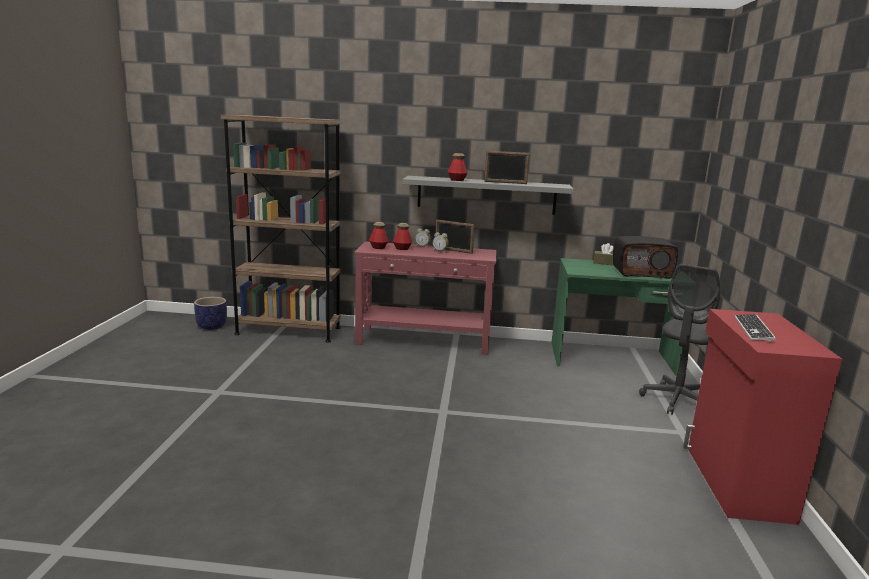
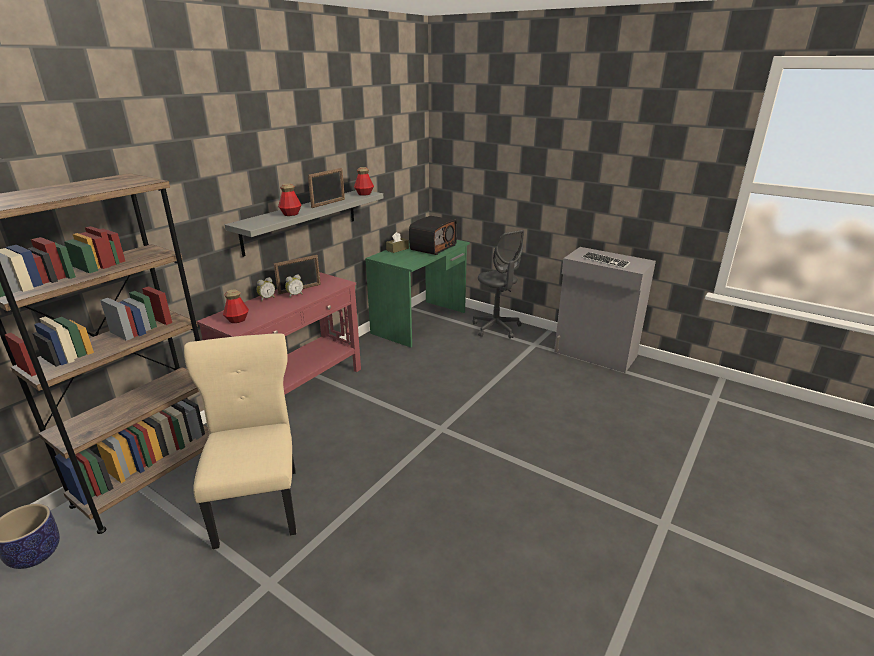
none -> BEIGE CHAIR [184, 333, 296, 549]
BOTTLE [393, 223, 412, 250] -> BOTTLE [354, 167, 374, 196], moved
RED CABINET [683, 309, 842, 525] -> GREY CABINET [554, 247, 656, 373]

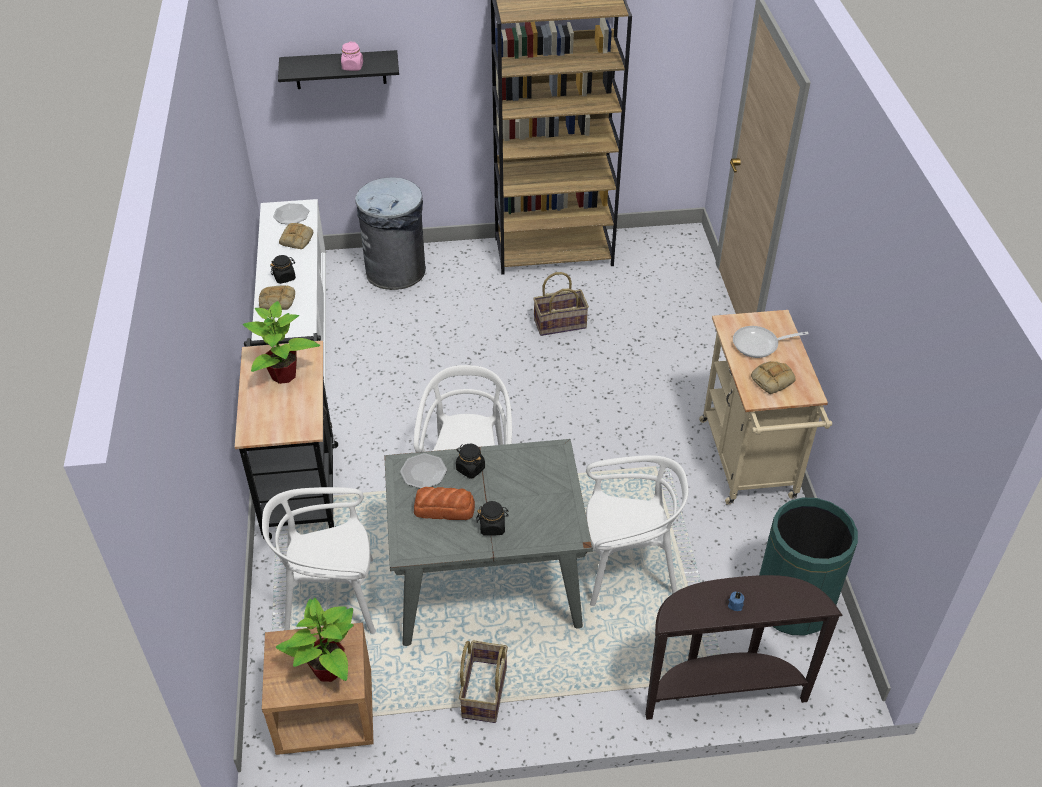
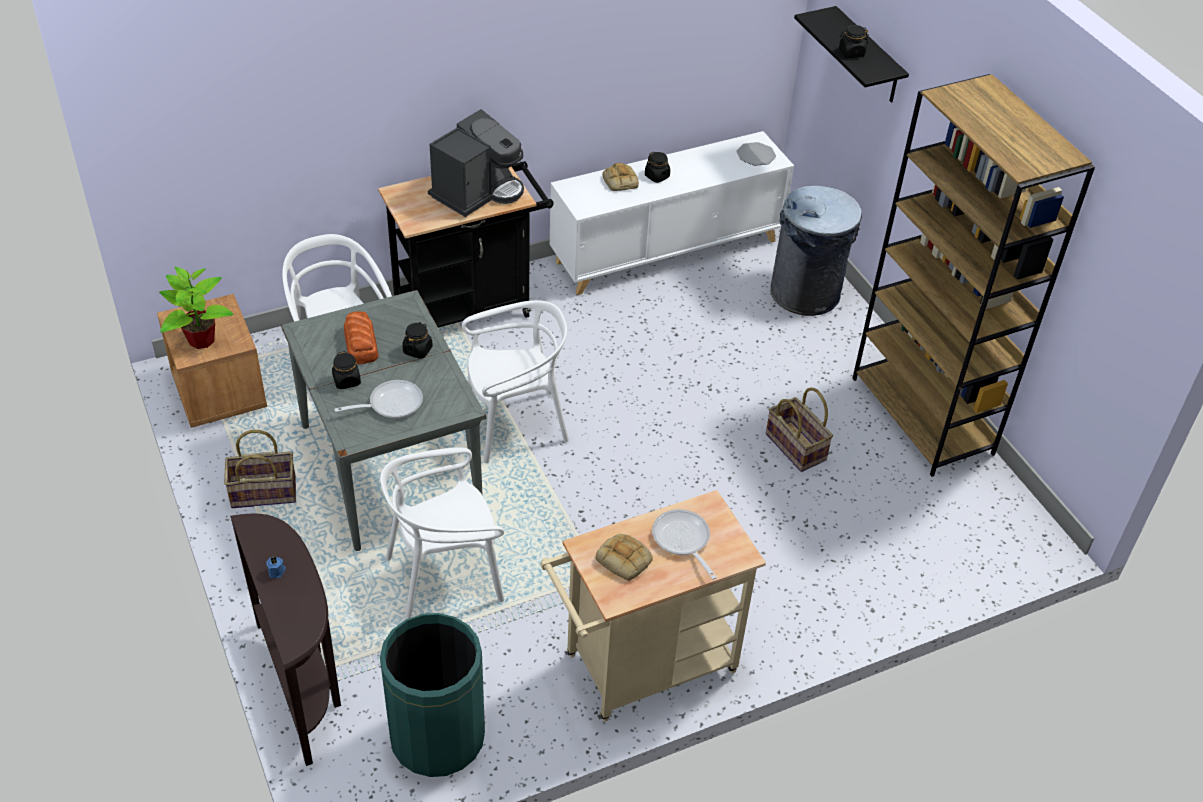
none -> FRYING PAN [335, 380, 423, 419]
WHITE CHAIR [586, 455, 688, 606] -> WHITE CHAIR [380, 447, 504, 619], 90 degrees clockwise
POTTED PLANT [243, 301, 320, 384] -> COFFEE MACHINE [428, 109, 524, 217]
PINK JAR [341, 42, 363, 71] -> BLACK JAR [839, 25, 869, 58]
BREAD [279, 223, 313, 249] -> none
PLATE [400, 453, 447, 488] -> none

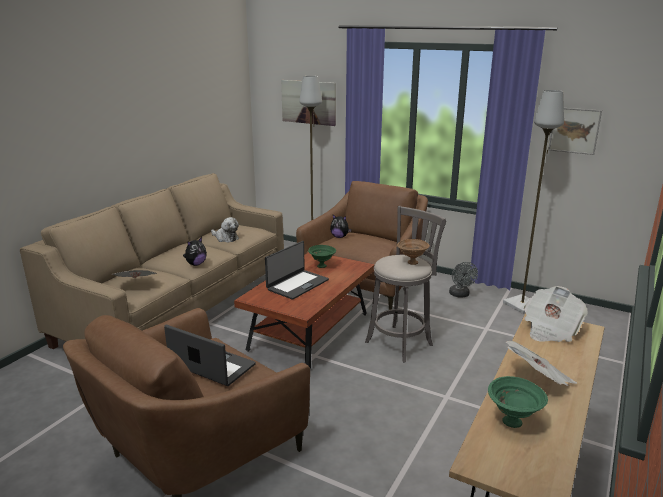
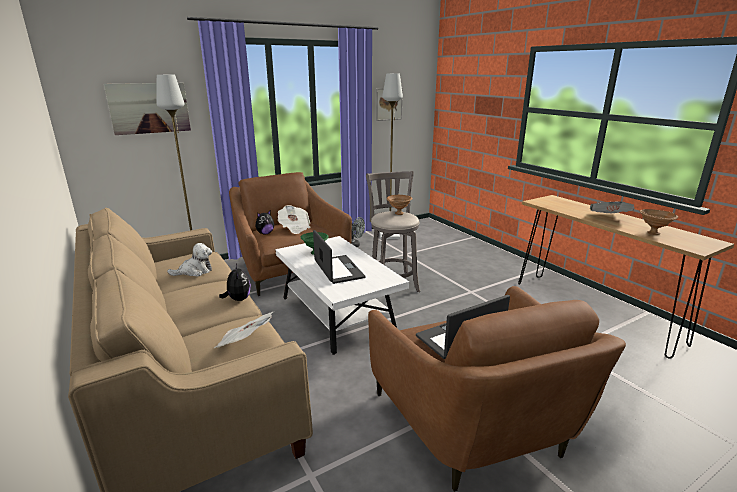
BROWN COFFEE TABLE [234, 252, 375, 369] -> WHITE COFFEE TABLE [275, 236, 409, 355]
NEWSPAPER [524, 286, 588, 342] -> NEWSPAPER [278, 205, 311, 234], moved
GREEN BOWL [488, 376, 548, 428] -> BROWN BOWL [639, 209, 678, 235]

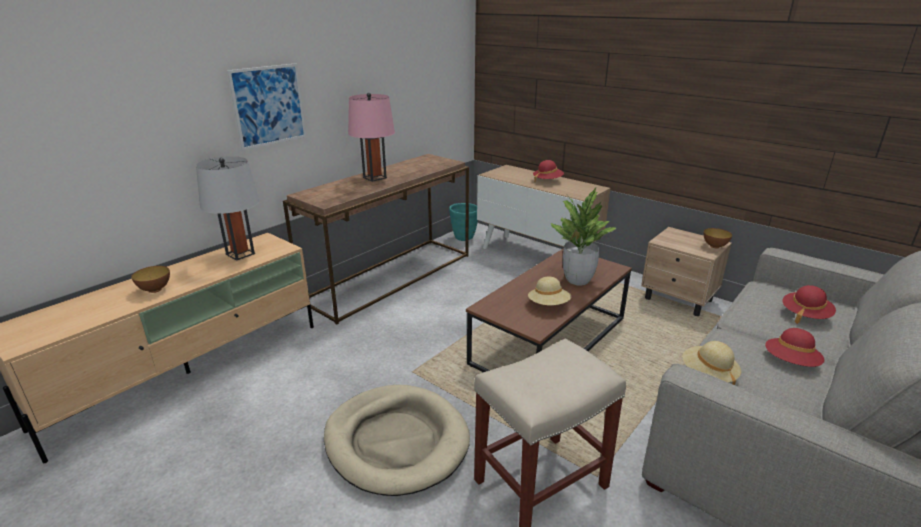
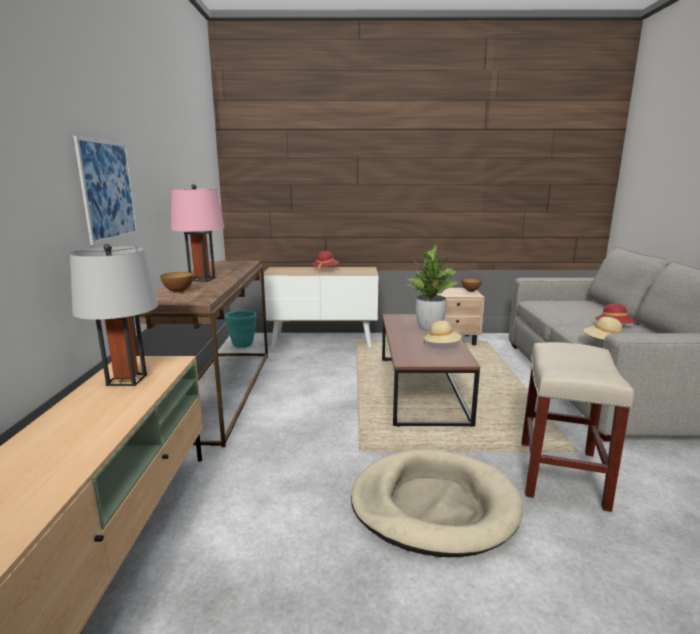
BOWL [131, 266, 170, 293] -> BOWL [160, 272, 193, 293], moved
RED HAT [782, 285, 836, 324] -> none

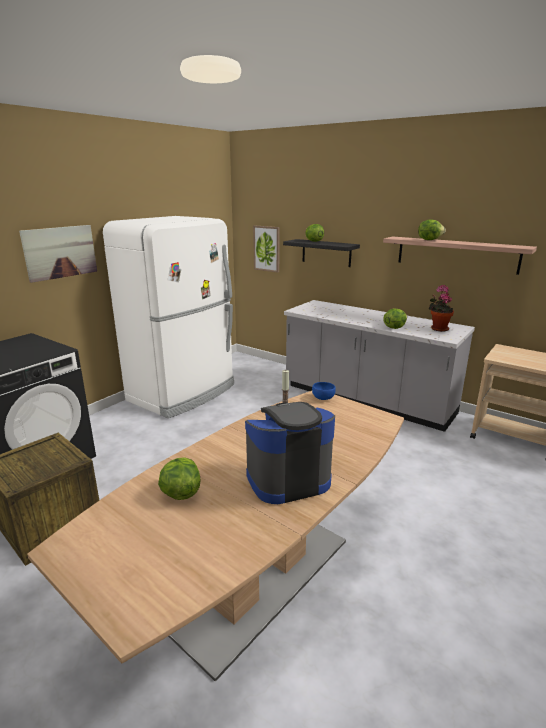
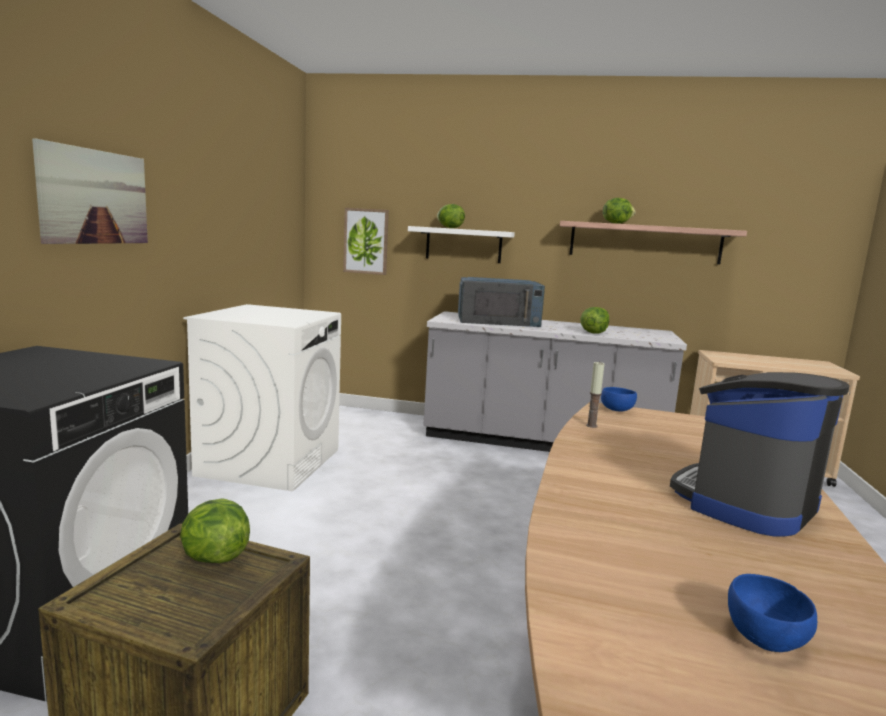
LETTUCE [158, 457, 200, 500] -> LETTUCE [180, 498, 250, 563], moved
WHITE FRIDGE [103, 216, 234, 418] -> WHITE WASHING MACHINE [183, 304, 341, 491]
BLACK SHELF [283, 239, 360, 267] -> WHITE SHELF [408, 226, 515, 263]
none -> BLUE MICROWAVE [458, 277, 545, 327]
none -> BLUE BOWL [728, 574, 817, 652]
POTTED PLANT [429, 285, 454, 332] -> none

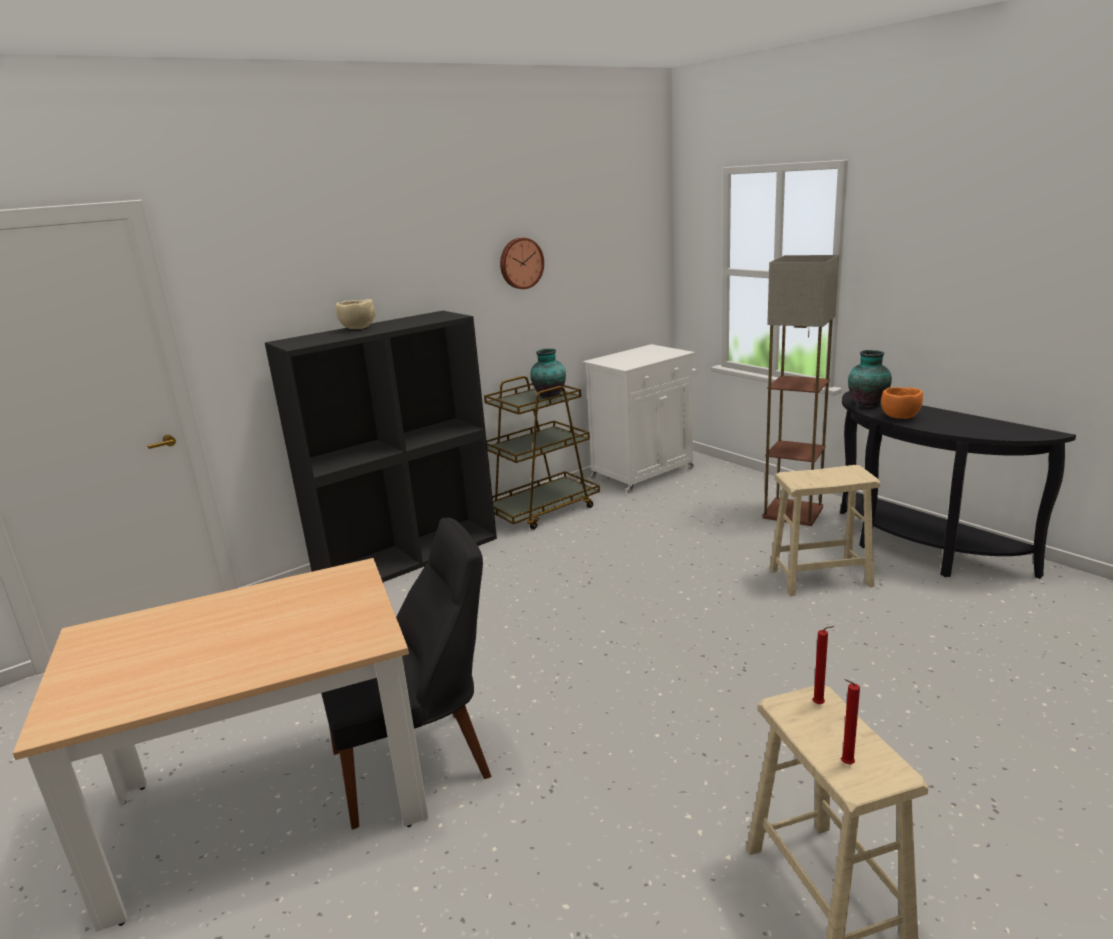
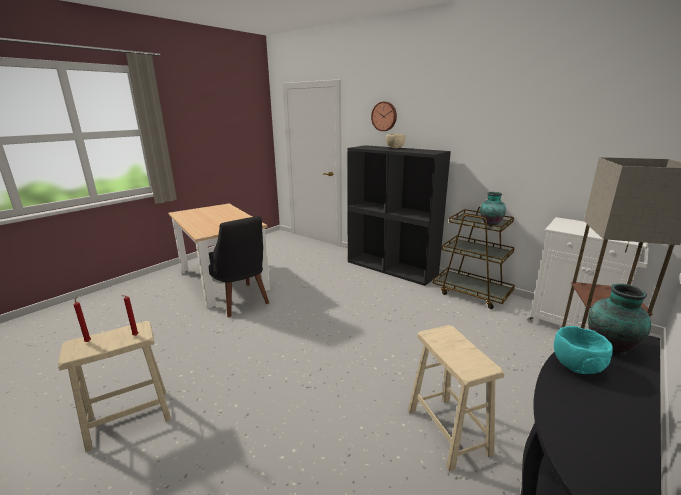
WALL CLOCK [500, 238, 544, 289] -> WALL CLOCK [371, 102, 397, 131], moved
ORANGE BOWL [881, 387, 923, 419] -> TURQUOISE BOWL [554, 326, 613, 374]

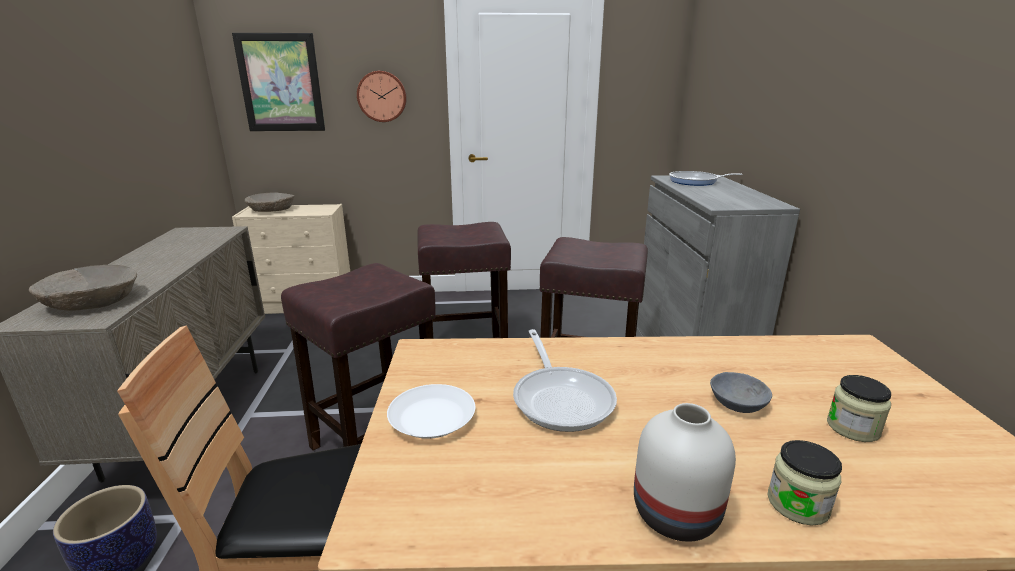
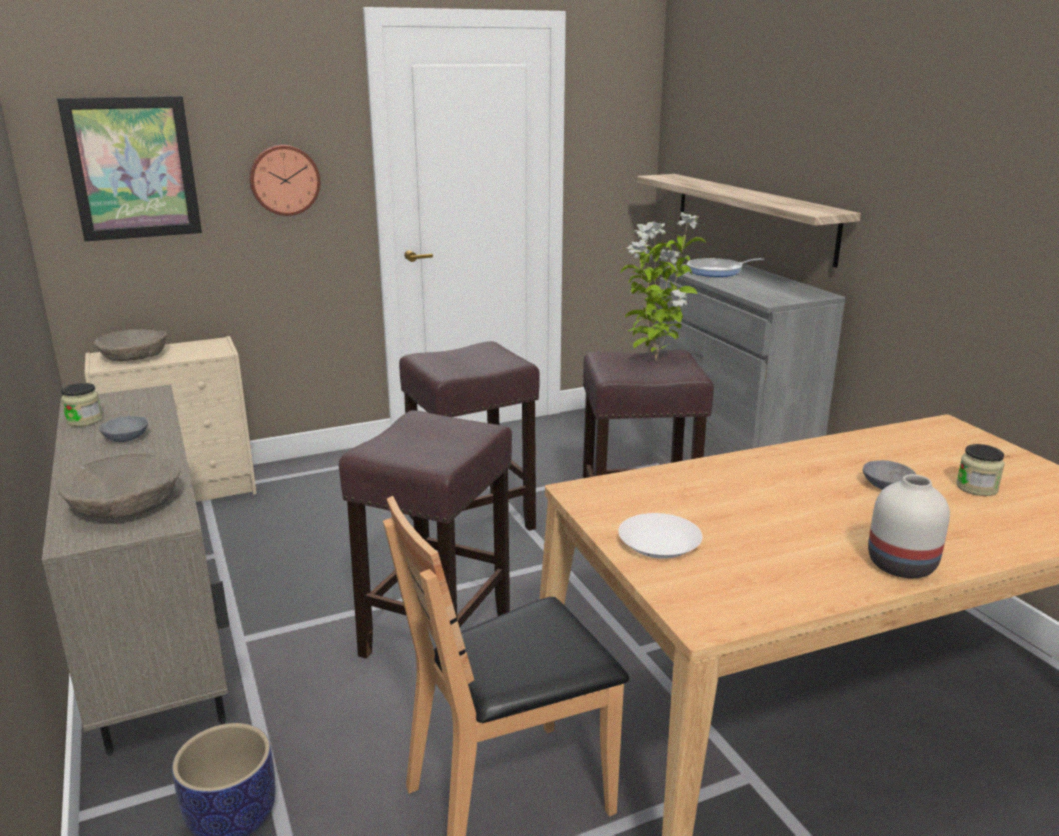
JAR [768, 440, 842, 526] -> JAR [61, 383, 103, 427], moved
none -> GREY BOWL [99, 416, 148, 442]
none -> POTTED PLANT [620, 212, 706, 361]
none -> SHELF [637, 174, 861, 268]
FRYING PAN [513, 329, 617, 432] -> none

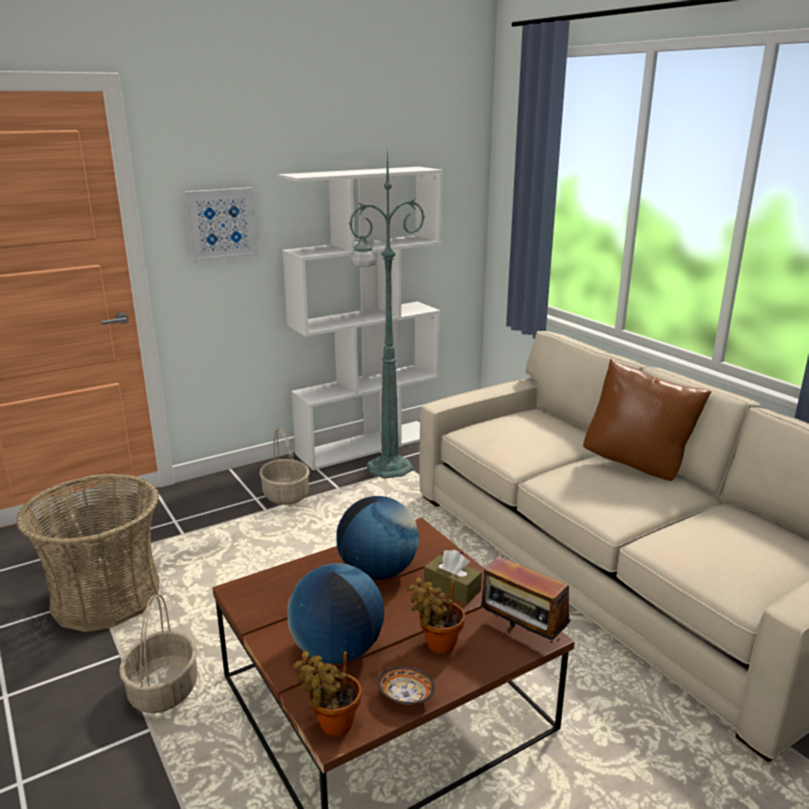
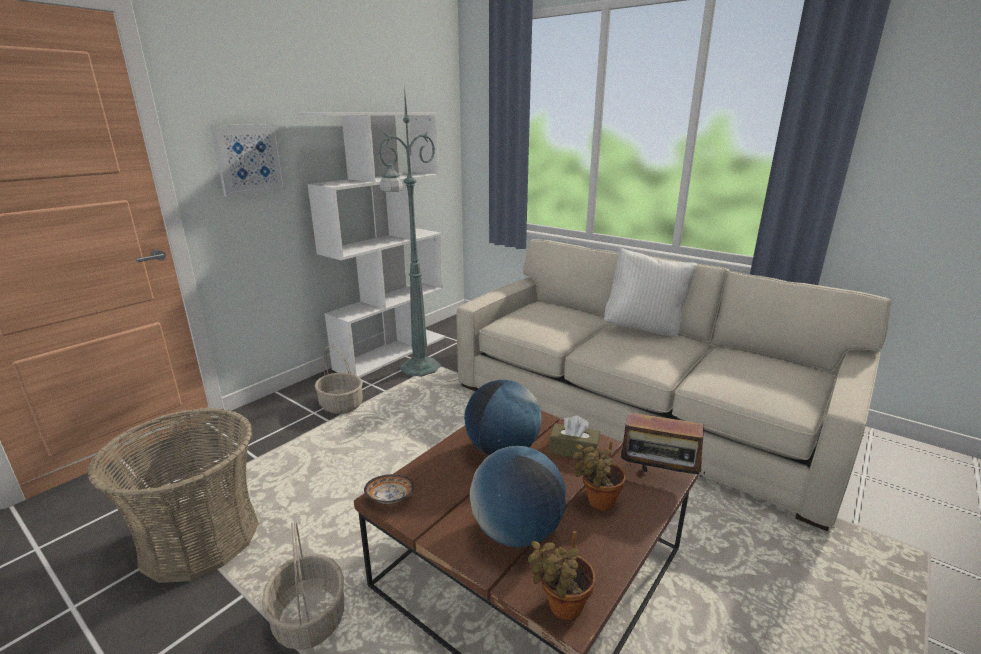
BOWL [377, 666, 435, 705] -> BOWL [364, 474, 414, 504], moved
BROWN PILLOW [583, 359, 711, 481] -> WHITE PILLOW [604, 247, 697, 337]

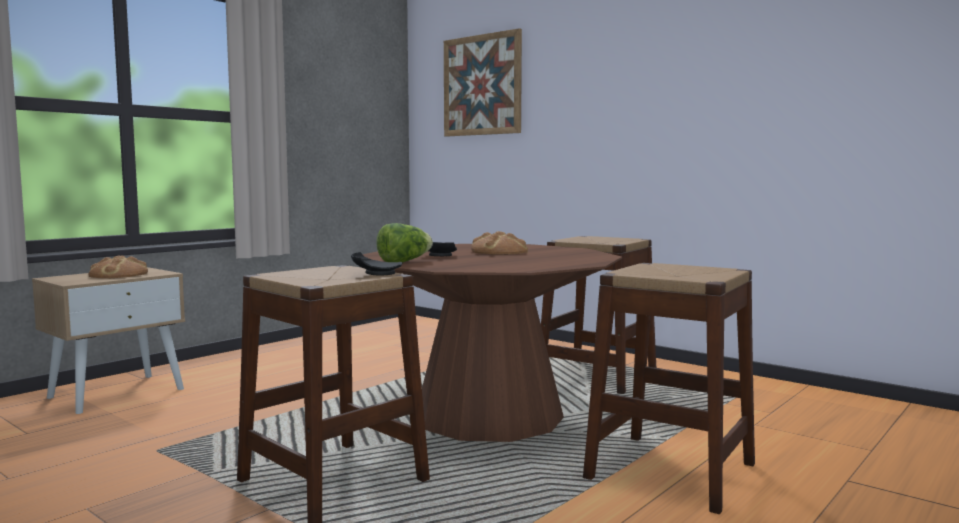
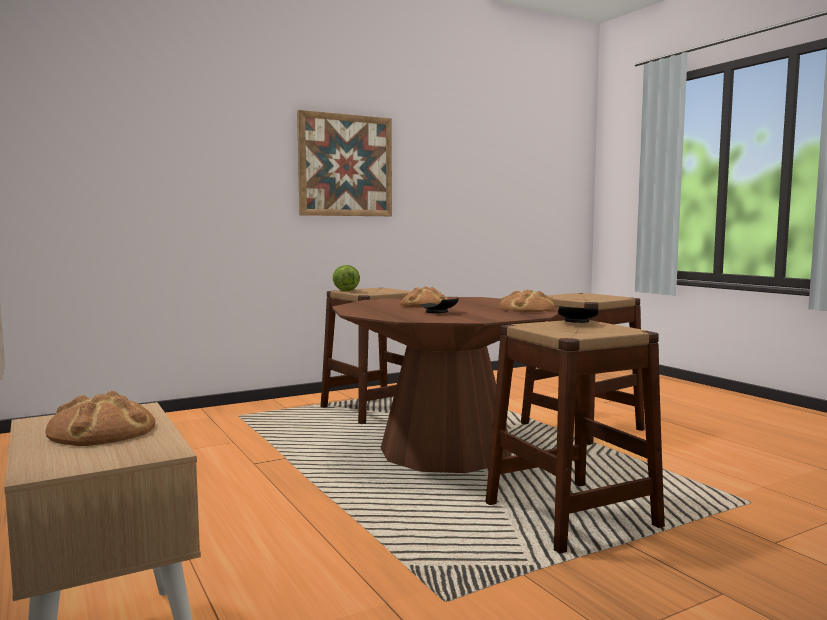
PICTURE [444, 28, 522, 137] -> PICTURE [297, 110, 392, 216], moved
LETTUCE [376, 223, 433, 263] -> LETTUCE [333, 265, 360, 291], moved
none -> BREAD [499, 290, 555, 312]

